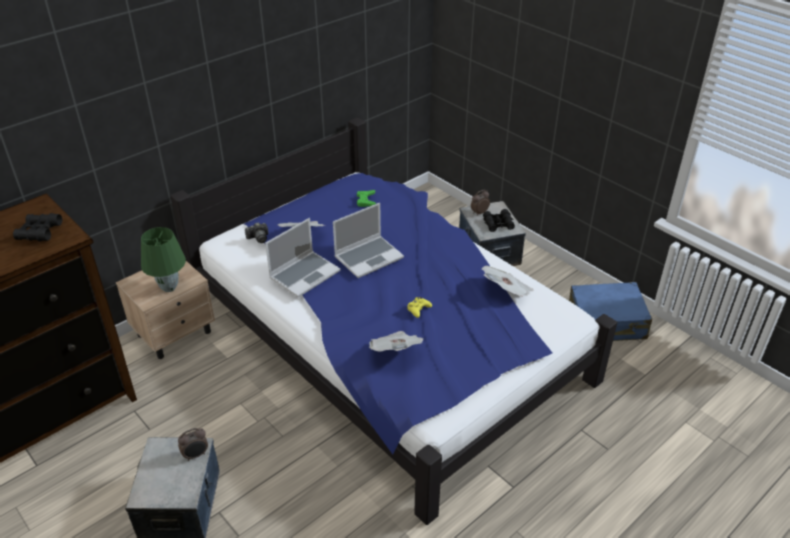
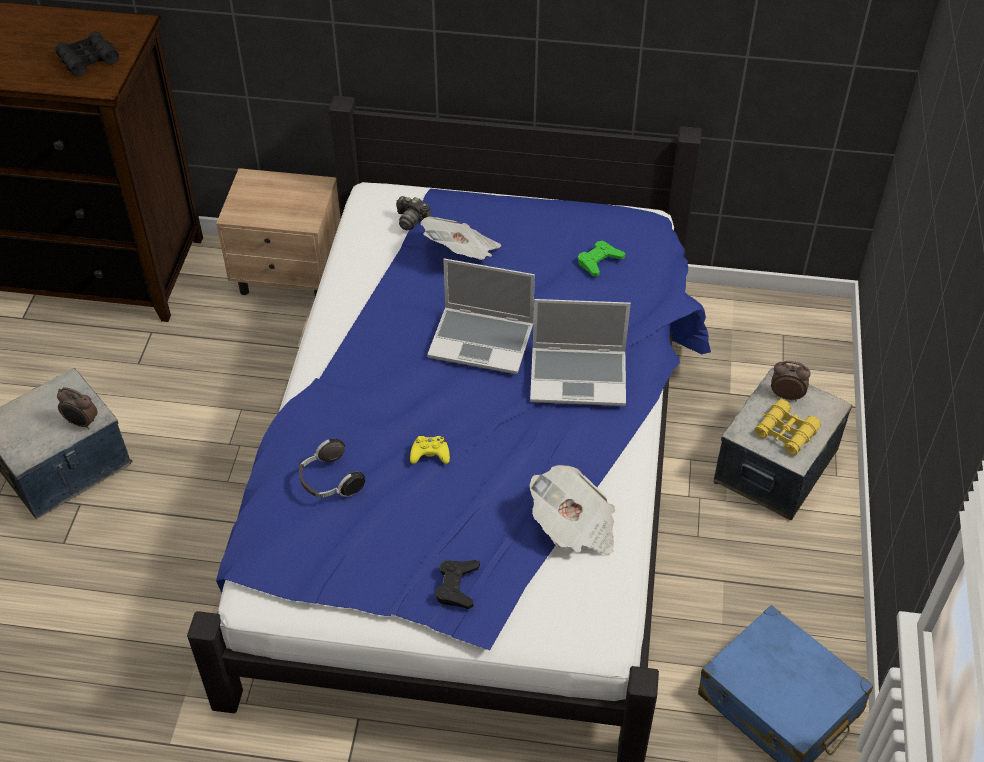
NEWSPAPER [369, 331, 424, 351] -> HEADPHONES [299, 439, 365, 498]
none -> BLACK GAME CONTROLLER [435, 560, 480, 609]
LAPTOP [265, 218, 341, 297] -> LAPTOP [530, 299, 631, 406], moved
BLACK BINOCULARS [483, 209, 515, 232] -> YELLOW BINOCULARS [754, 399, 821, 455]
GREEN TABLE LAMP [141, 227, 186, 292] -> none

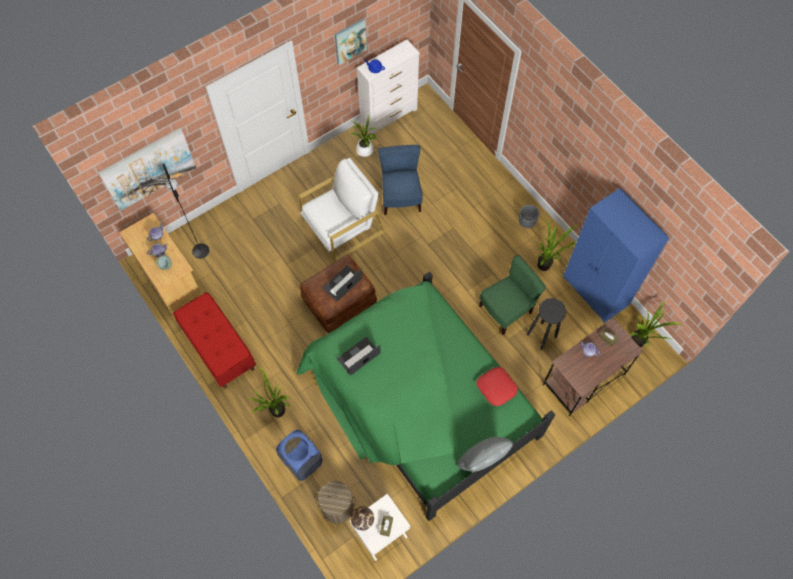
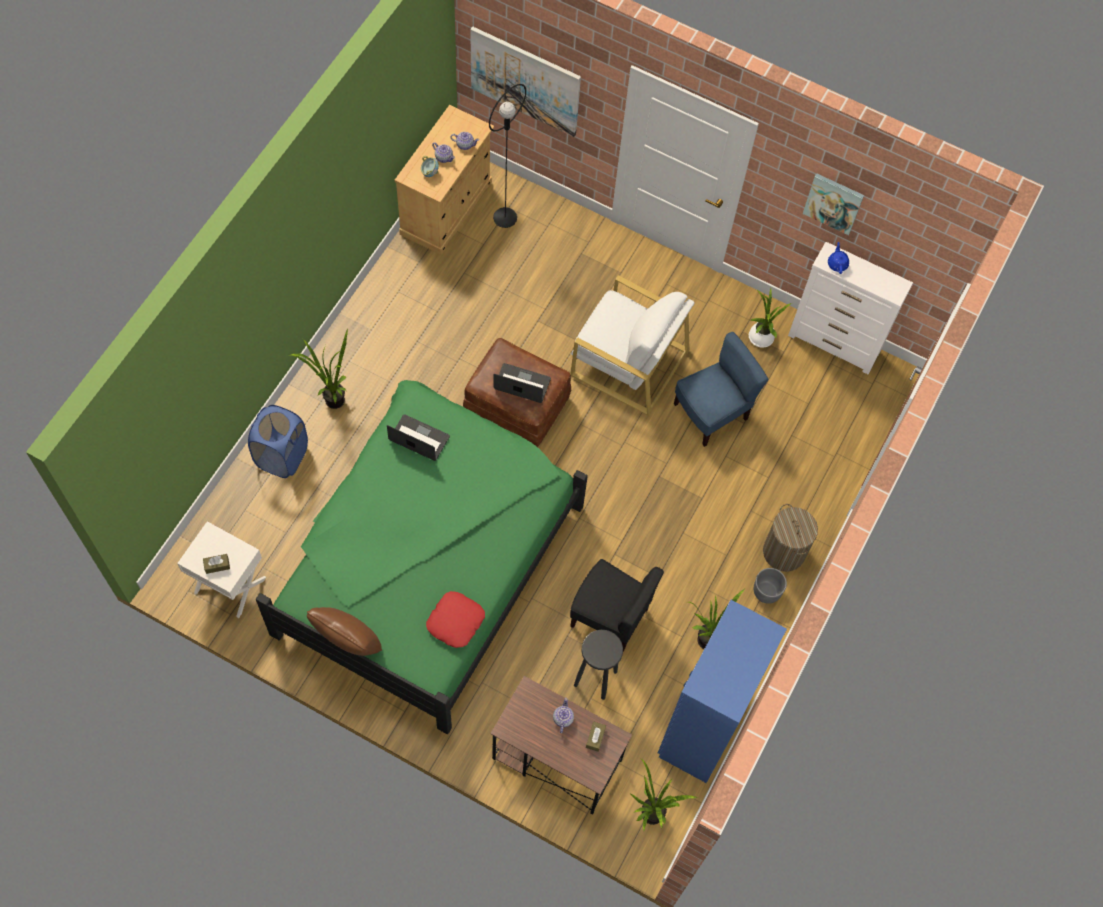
GREY PILLOW [458, 437, 513, 472] -> BROWN PILLOW [307, 607, 382, 656]
GREEN CHAIR [479, 255, 546, 335] -> BLACK CHAIR [570, 559, 664, 652]
LAUNDRY BASKET [314, 481, 356, 524] -> LAUNDRY BASKET [763, 504, 818, 572], moved
RED BENCH [173, 292, 256, 389] -> none
TABLE LAMP [351, 506, 374, 531] -> none

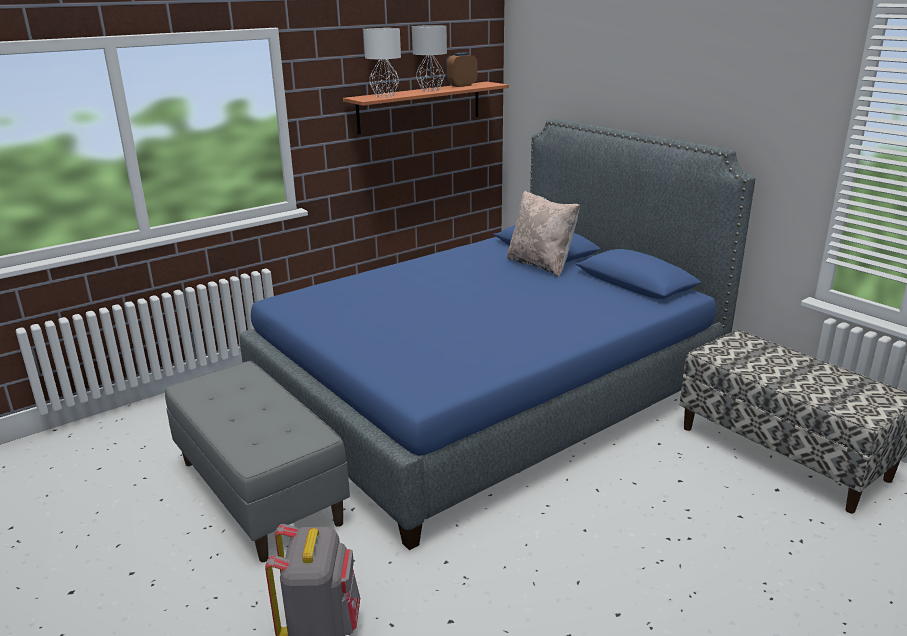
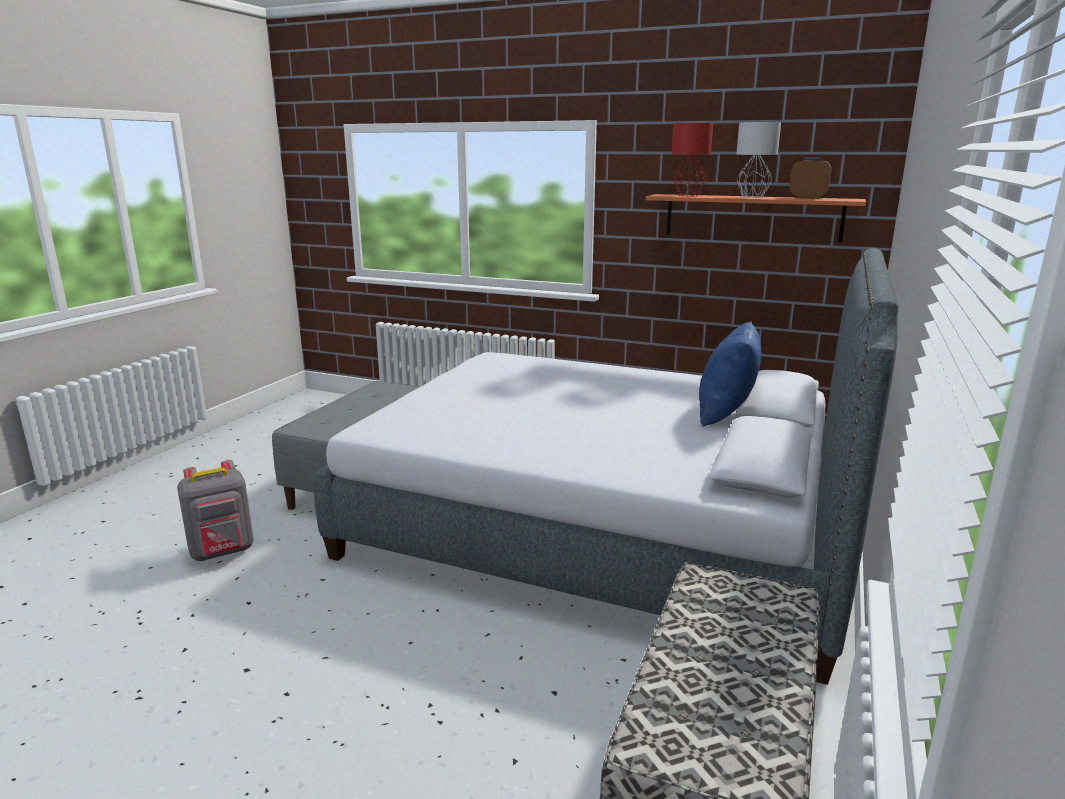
BLUE BED [240, 119, 755, 550] -> GREY BED [313, 248, 899, 685]
WHITE TABLE LAMP [363, 28, 401, 97] -> RED TABLE LAMP [672, 123, 713, 196]
BEIGE PILLOW [507, 191, 580, 277] -> BLUE PILLOW [699, 321, 761, 427]

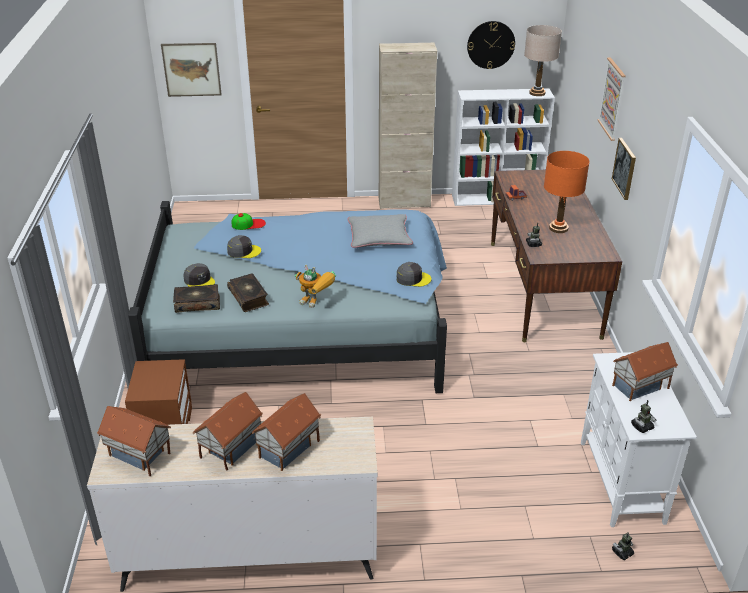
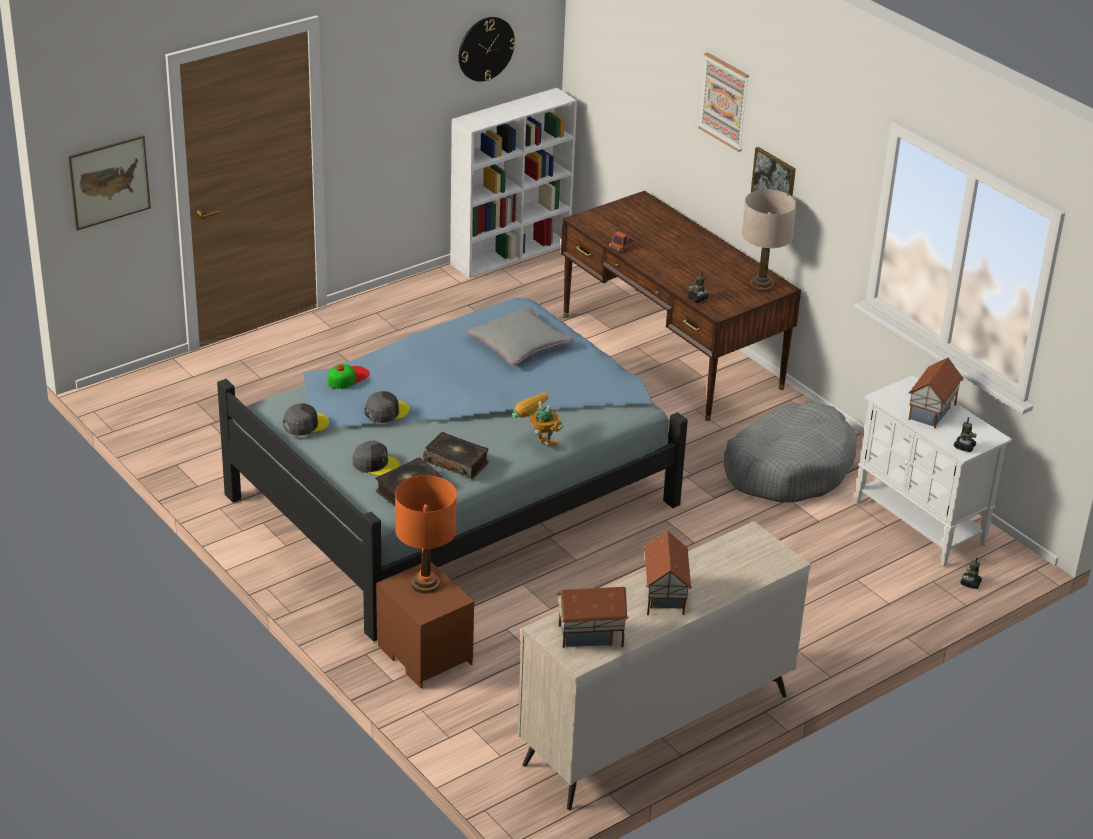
GREY CAP [396, 262, 432, 287] -> GREY CAP [283, 403, 329, 436], moved
ORANGE TABLE LAMP [544, 151, 590, 233] -> ORANGE TABLE LAMP [395, 475, 457, 594], moved
TOY ROBOT [294, 265, 336, 308] -> TOY ROBOT [512, 393, 563, 446], 135 degrees counterclockwise
none -> GREY DOG BED [724, 402, 857, 503]
BEIGE TABLE LAMP [524, 25, 562, 96] -> BEIGE TABLE LAMP [742, 189, 797, 293], moved
TOY HOUSE [252, 393, 321, 471] -> none
BEIGE CABINET [379, 43, 437, 209] -> none

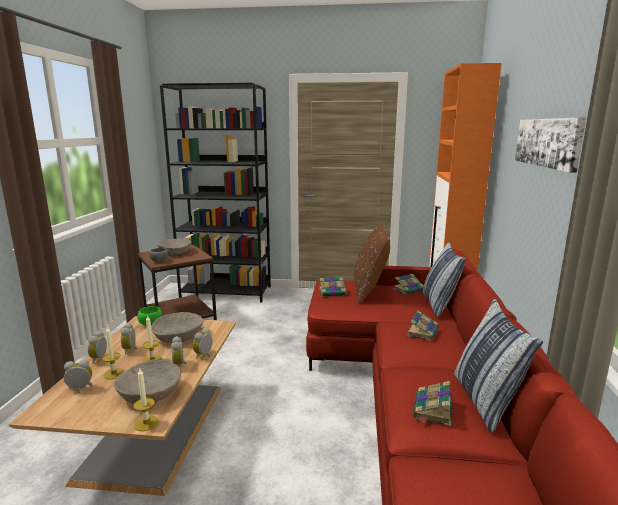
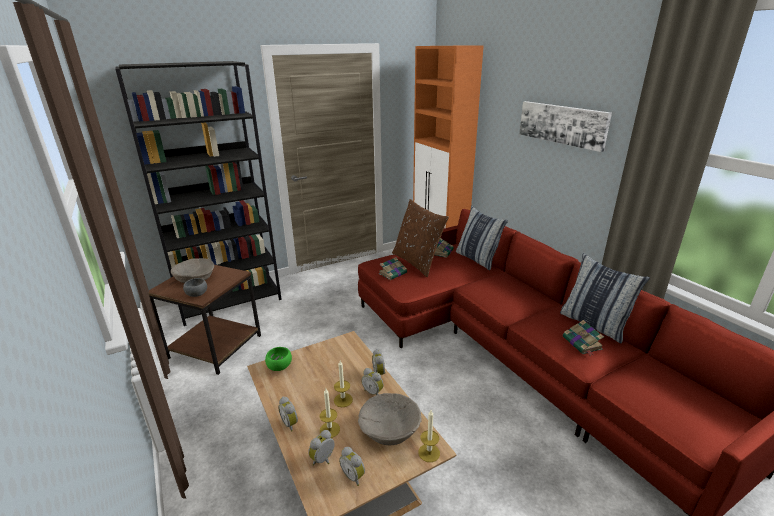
ALARM CLOCK [121, 323, 137, 354] -> ALARM CLOCK [339, 447, 365, 486], moved
BEIGE BOWL [151, 312, 204, 343] -> none
BOOK [407, 310, 439, 341] -> none

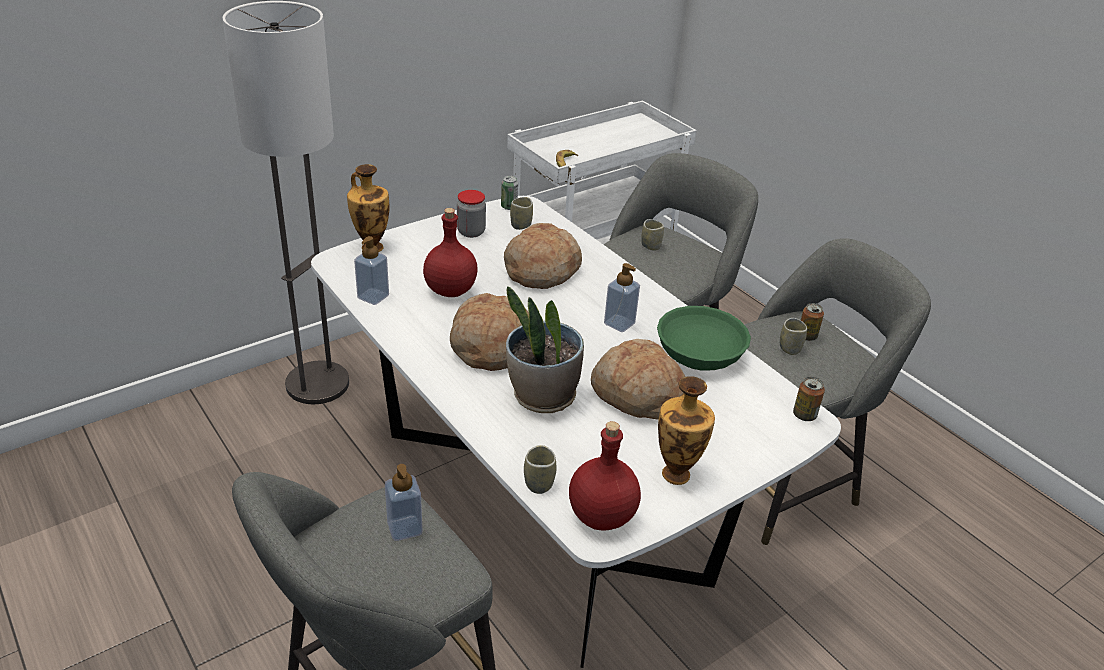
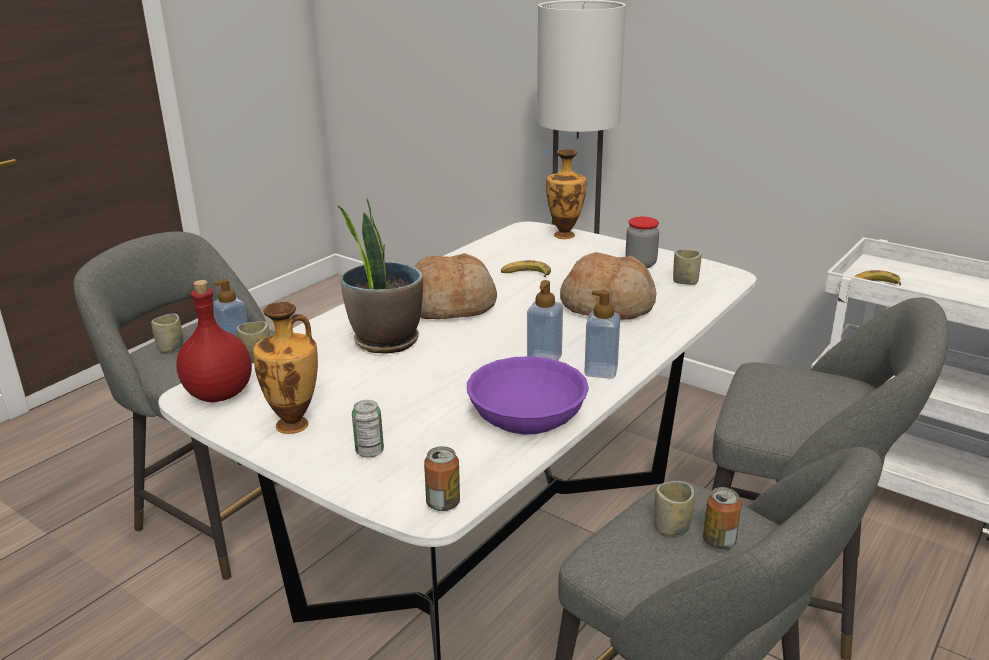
CUP [641, 219, 664, 251] -> CUP [151, 313, 183, 353], moved
CAN [501, 176, 518, 210] -> CAN [352, 400, 384, 458], moved
GREEN BOWL [657, 306, 751, 371] -> PURPLE BOWL [467, 356, 589, 435]
RED BOTTLE [423, 208, 478, 297] -> BANANA [501, 260, 551, 277]
SOAP DISPENSER [354, 236, 389, 305] -> SOAP DISPENSER [584, 290, 620, 379], moved
BREAD [591, 339, 685, 419] -> none

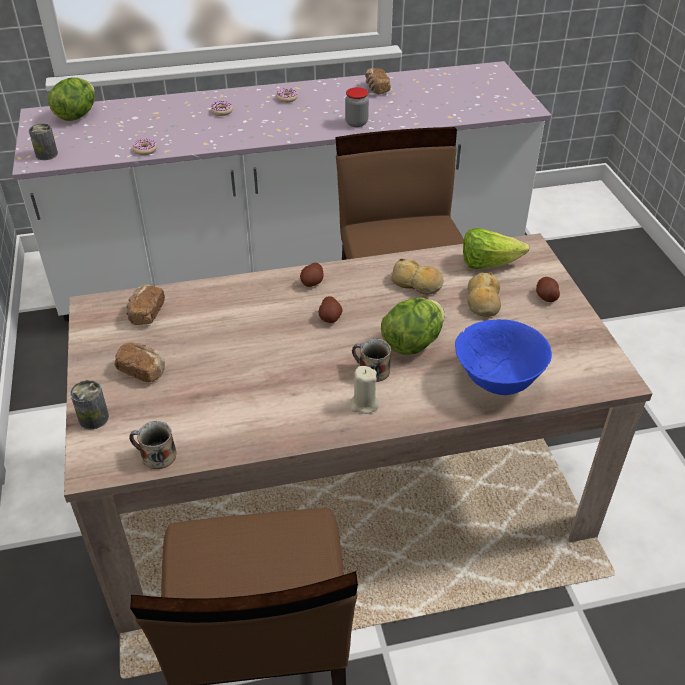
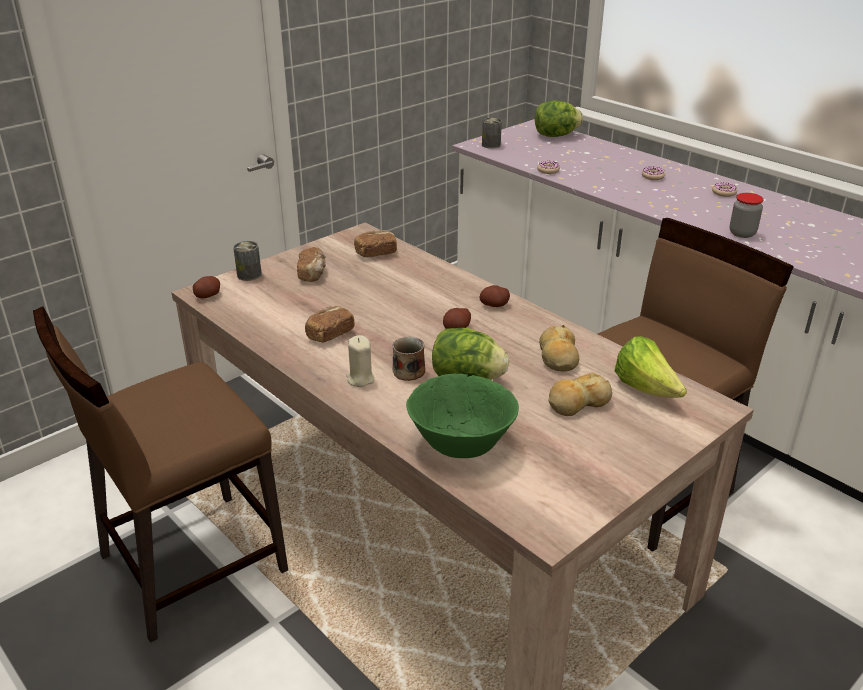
POTATO [536, 277, 560, 302] -> POTATO [193, 276, 220, 298], moved
BREAD [365, 68, 391, 95] -> BREAD [305, 306, 355, 343], moved
BLUE BOWL [455, 319, 552, 395] -> GREEN BOWL [406, 374, 519, 458]
MUG [129, 421, 176, 469] -> none

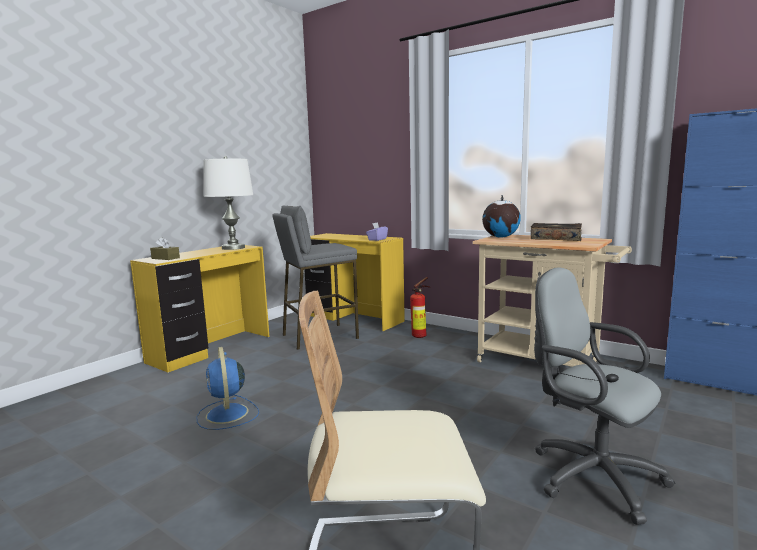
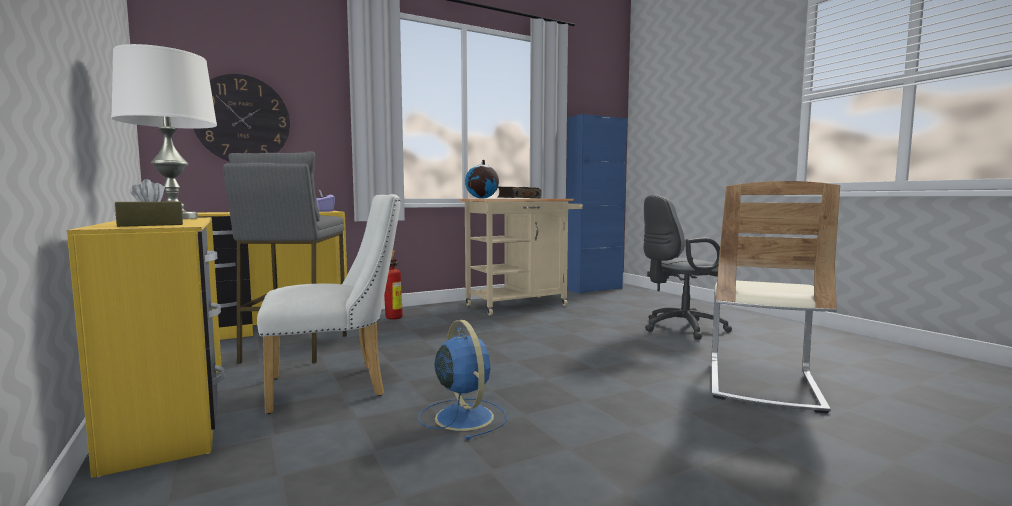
none -> WALL CLOCK [194, 74, 290, 162]
none -> WHITE CHAIR [257, 194, 401, 414]
BLUE FAN [197, 347, 259, 430] -> BLUE FAN [419, 320, 507, 440], 120 degrees counterclockwise

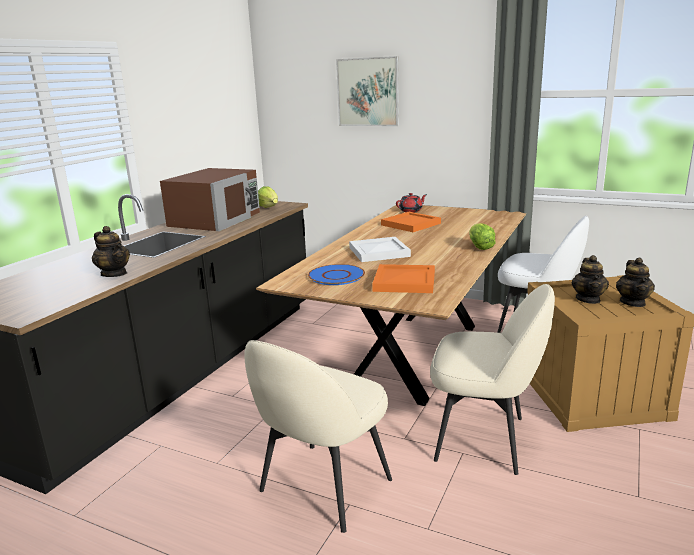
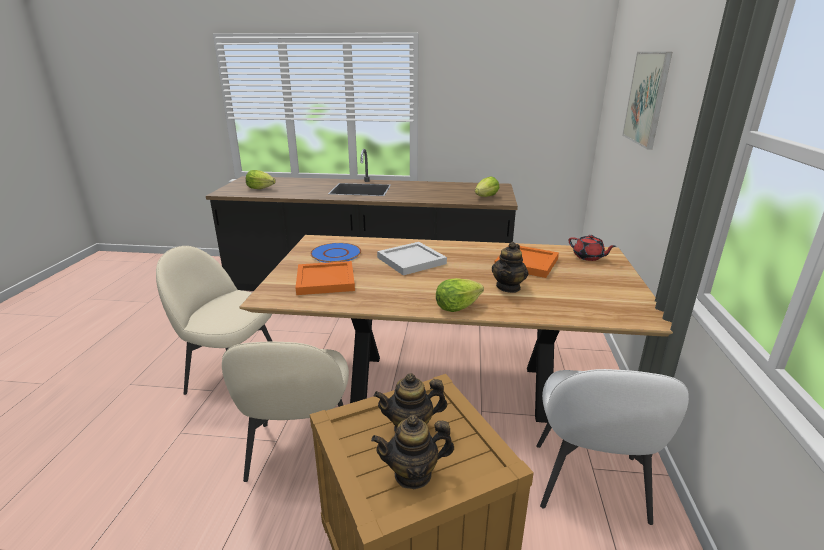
none -> LETTUCE [246, 170, 276, 189]
TEAPOT [92, 226, 130, 277] -> TEAPOT [492, 242, 528, 293], moved
BROWN MICROWAVE [160, 168, 260, 231] -> none

